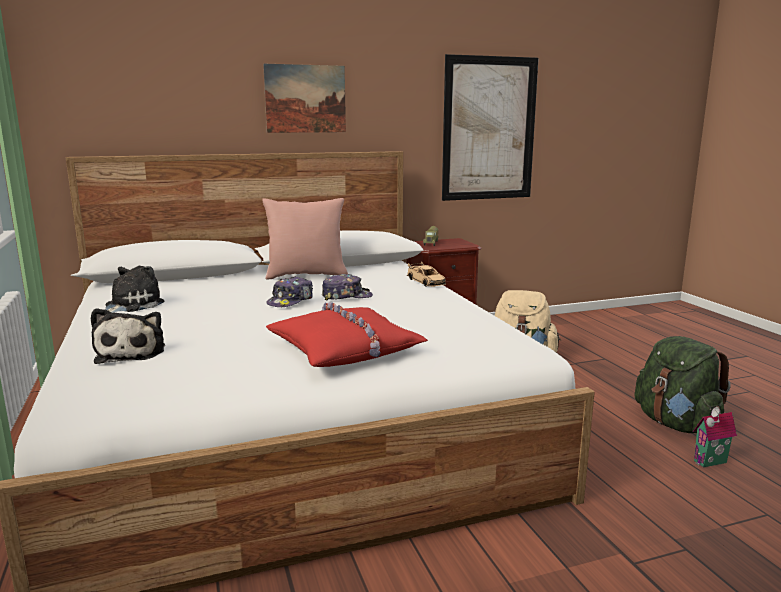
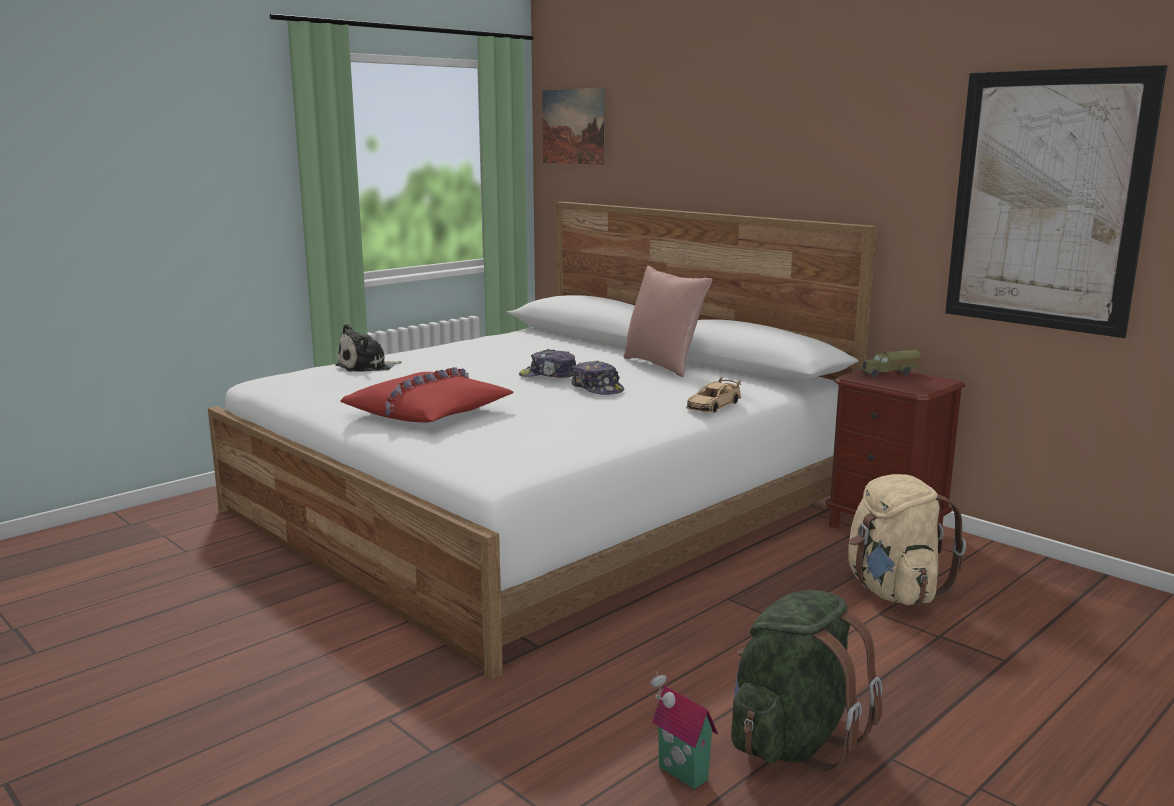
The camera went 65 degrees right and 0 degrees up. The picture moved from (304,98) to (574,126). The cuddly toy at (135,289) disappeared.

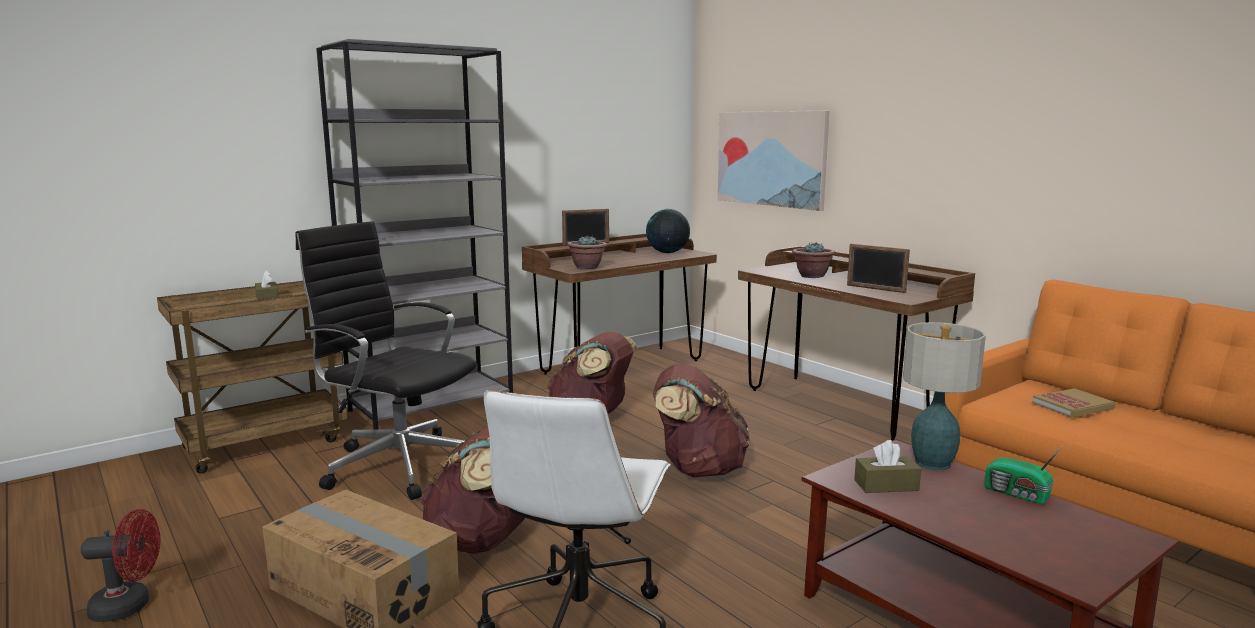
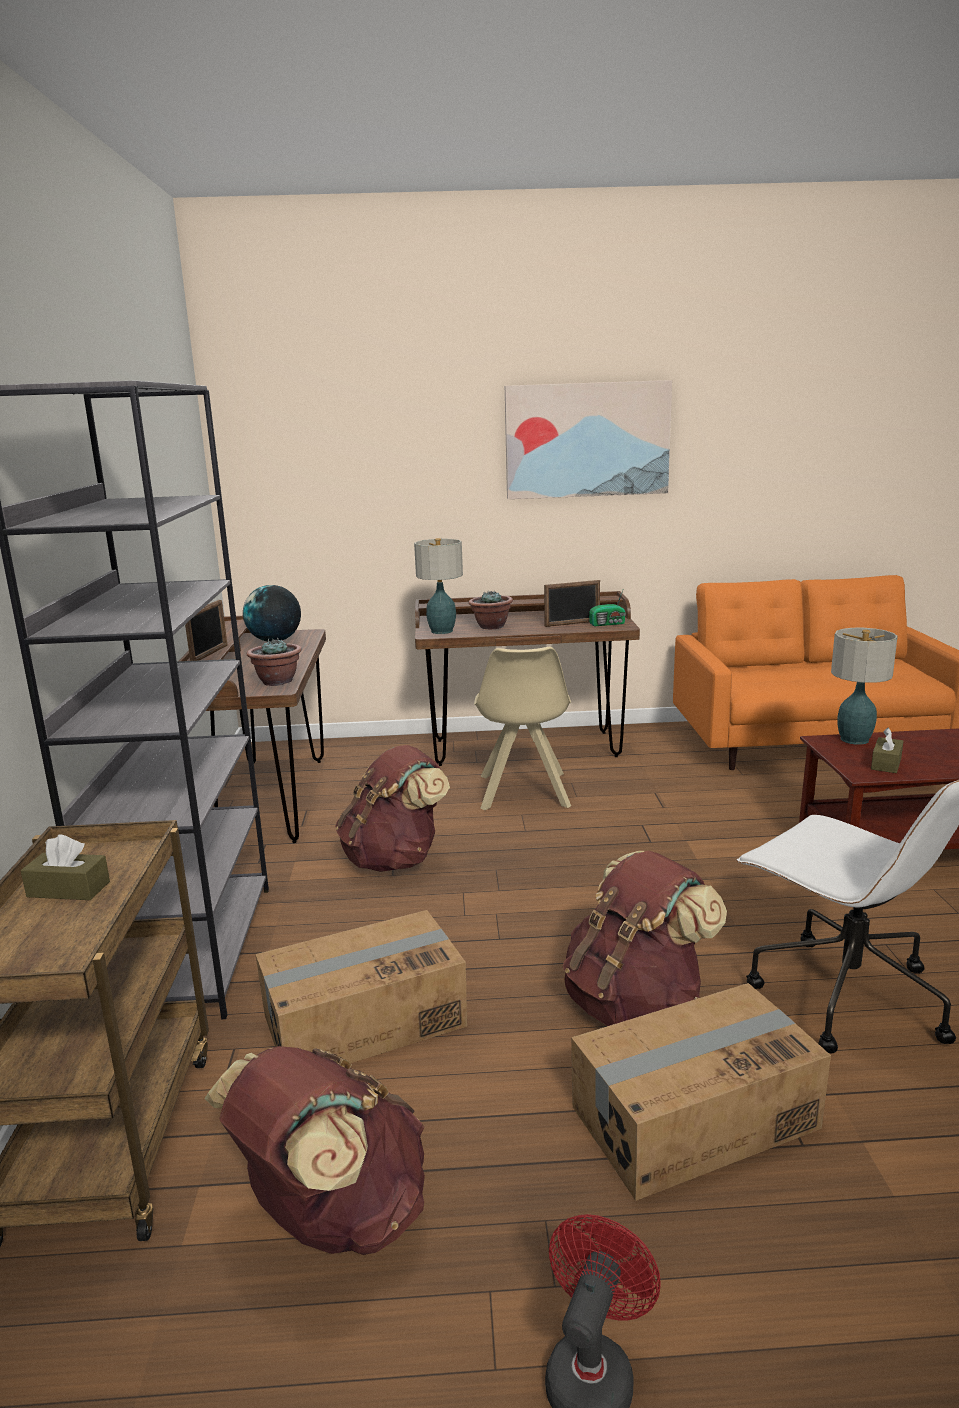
The camera went 55 degrees left and 5 degrees up. The picture moved from (773,161) to (588,439). The black desk chair at (386,360) was replaced by the packing box at (361,986). The brown backpack moved from (701,420) to (314,1150). The book at (1074,403) disappeared. The radio set moved from (1024,475) to (607,607). The lamp for a table at (438,586) appeared. The beige-coloured upright chair at (522,729) appeared.

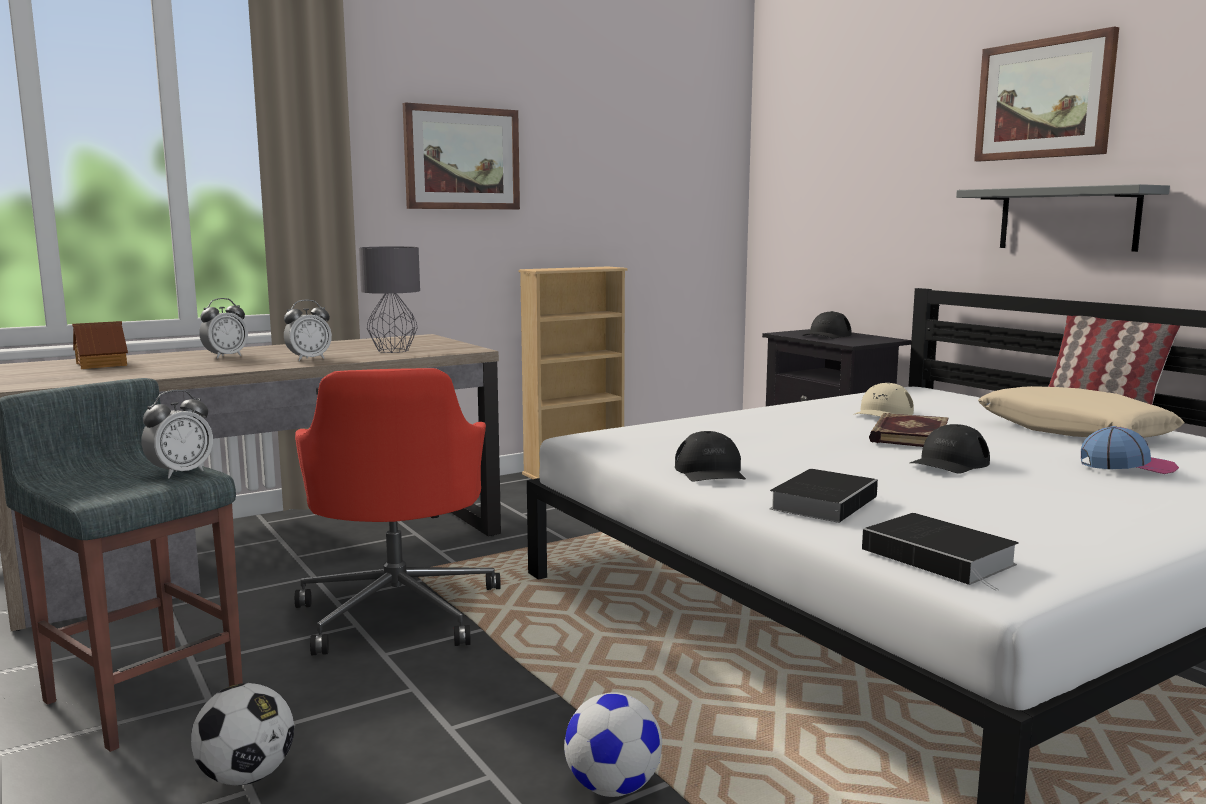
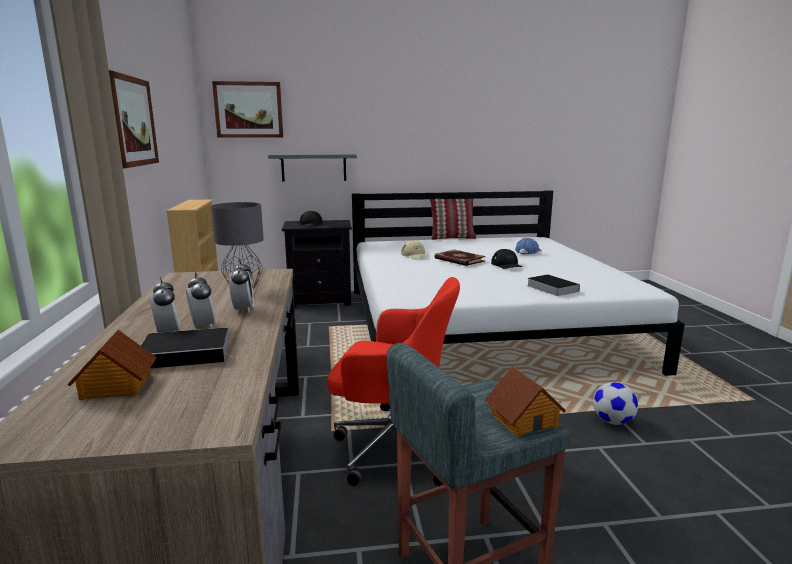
The camera went 65 degrees left and 5 degrees up. The picture moved from (1046,93) to (247,109). The grey bracket shelf moved from (1063,218) to (312,167). The beige-coloured throw pillow at (1081,412) disappeared. The bedside clock moved from (177,434) to (200,300). The black baseball cap at (710,456) disappeared. The book moved from (940,552) to (191,348). The ball for football at (242,734) disappeared. The model house at (525,402) appeared.

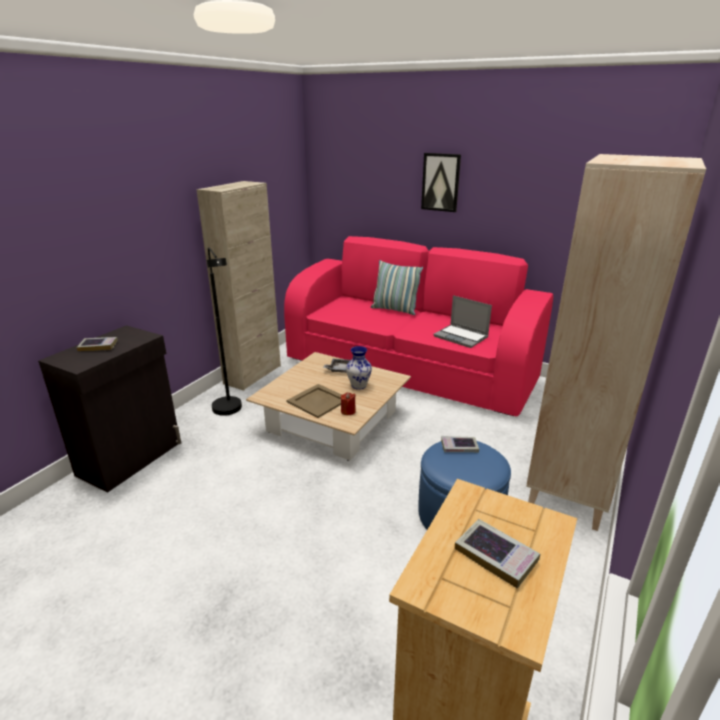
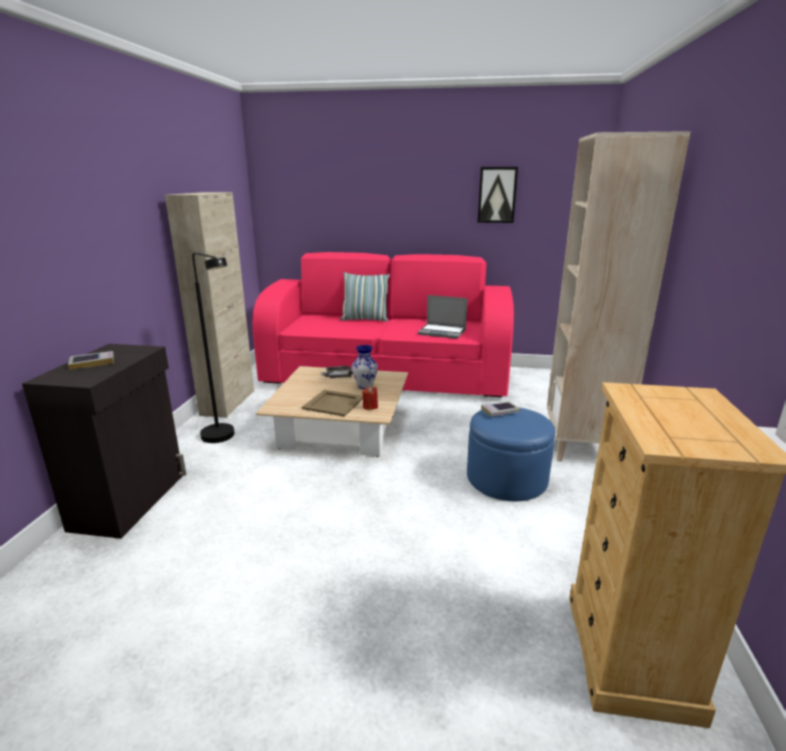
The camera went 20 degrees left and 5 degrees down. The picture moved from (441,182) to (498,195). The book at (497,553) disappeared.

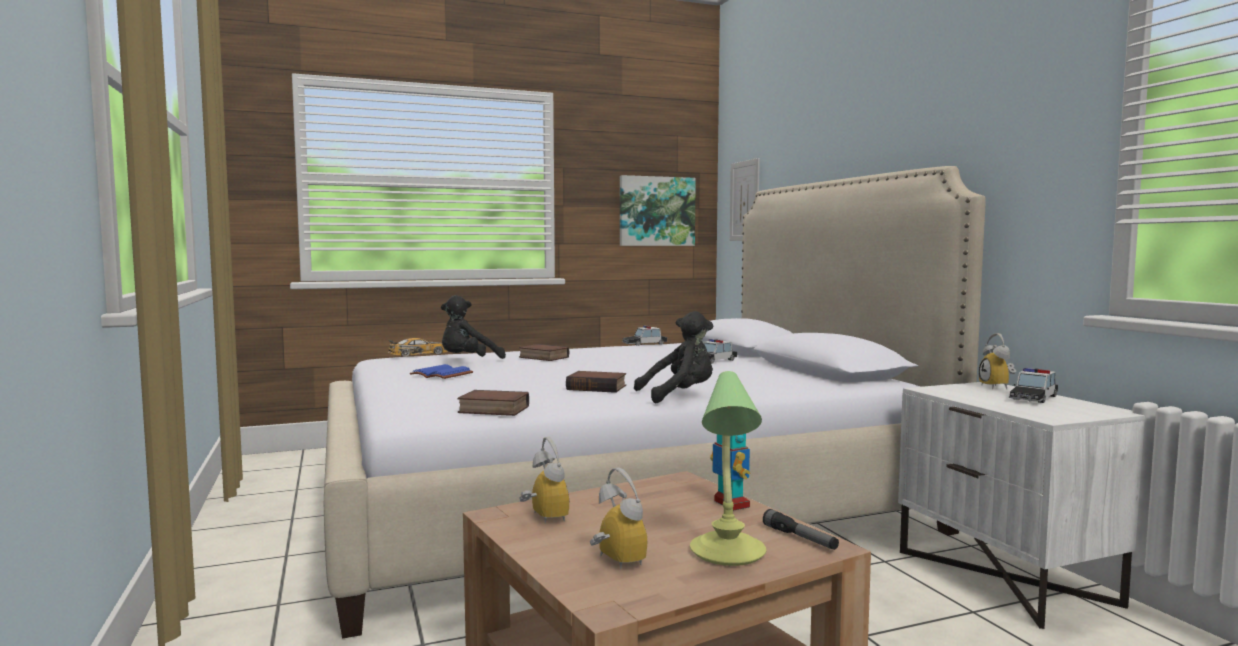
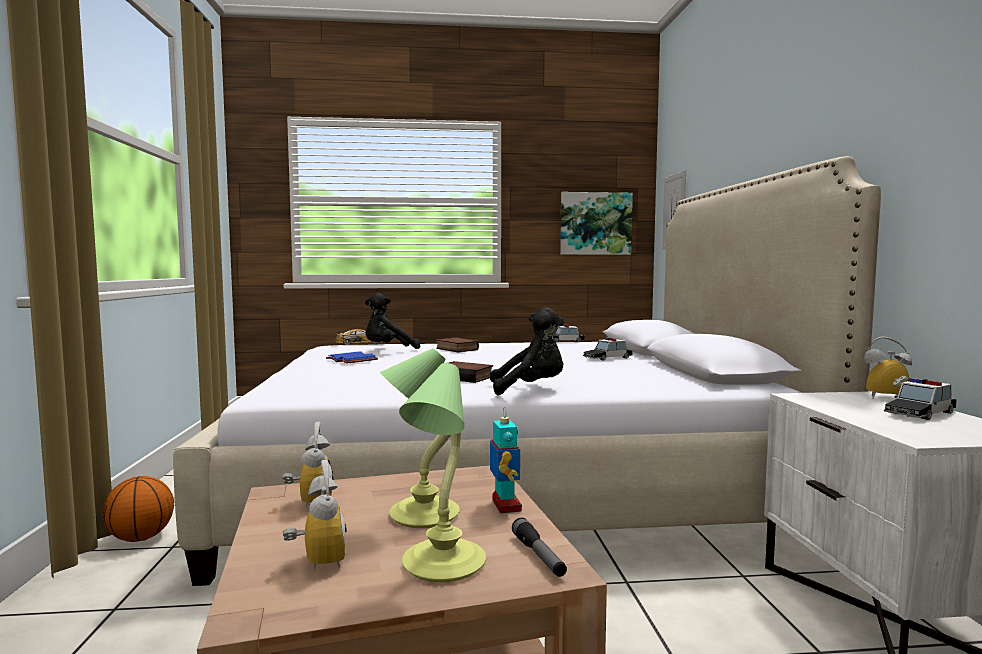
The camera went 15 degrees right and 0 degrees up. The bedside clock at (997,361) turned 90 degrees clockwise. The book at (493,403) disappeared. The lamp for a table at (420,438) appeared. The basketball at (138,509) appeared.

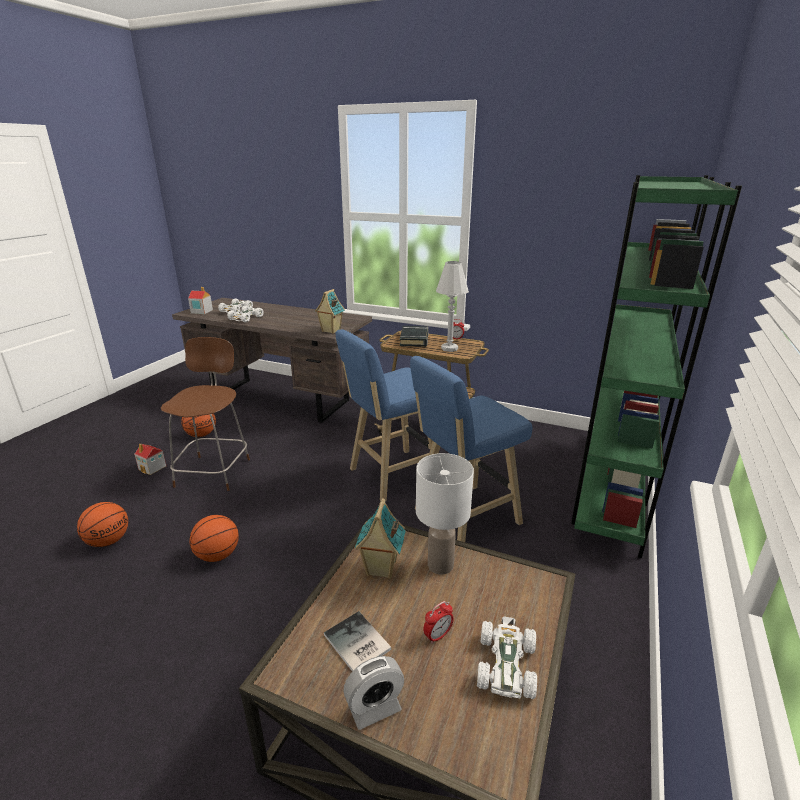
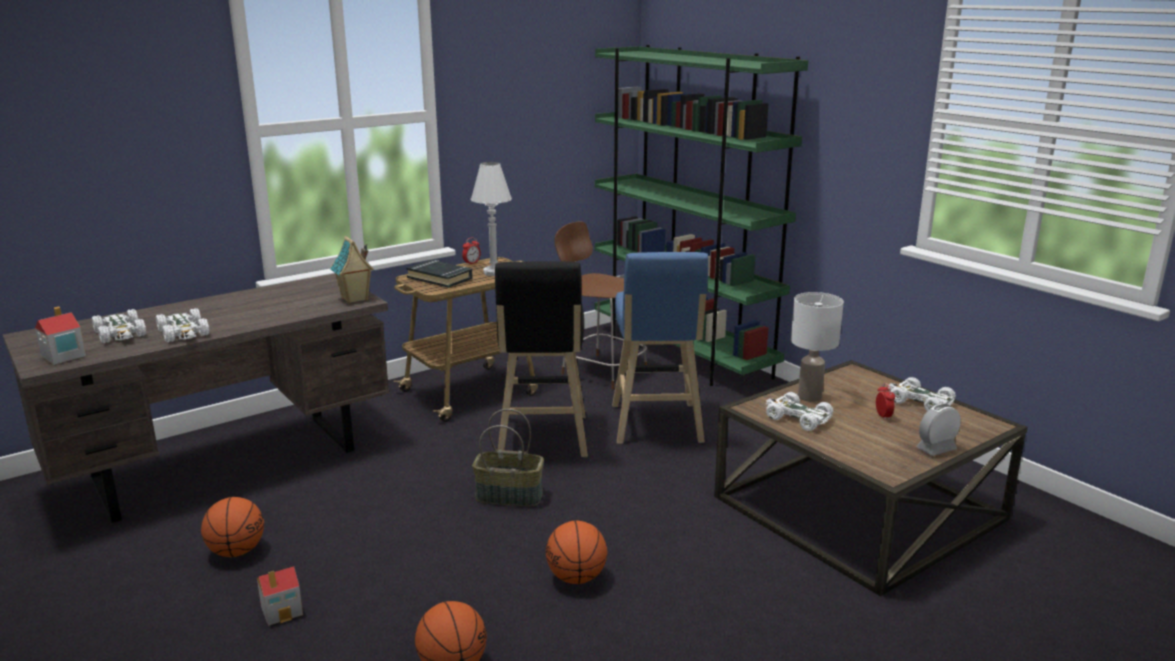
The camera went 60 degrees left and 5 degrees down. The blue-coloured stool at (384,415) became the black stool at (541,359). The brown upright chair moved from (205,414) to (600,305). The model house at (380,538) was replaced by the white-coloured toy car at (799,411). The book at (358,641) disappeared. The bedside clock at (373,693) turned 120 degrees counterclockwise. The storage basket at (508,457) appeared.

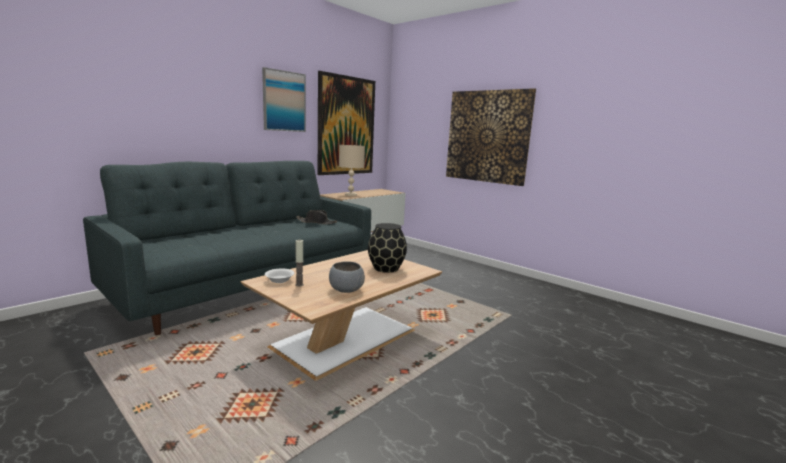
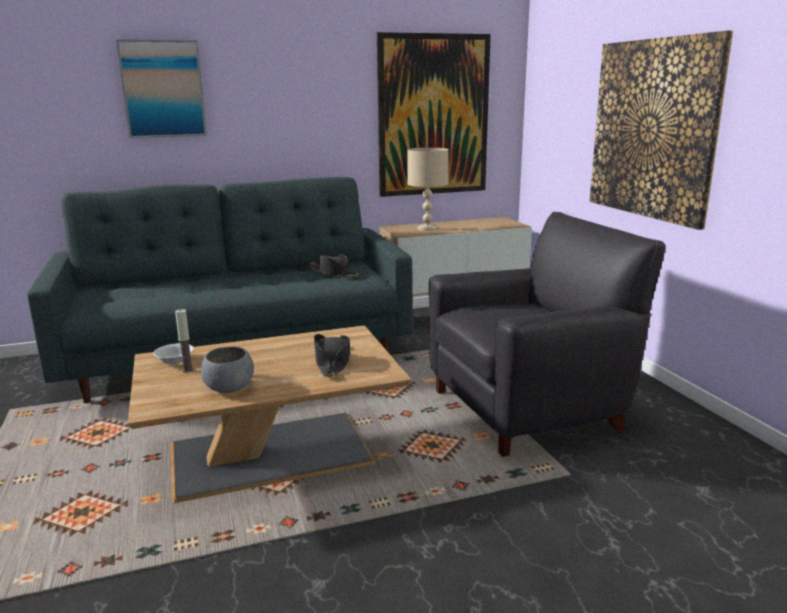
The camera went 30 degrees right and 5 degrees up. The picture moved from (284,99) to (161,88). The black vase at (387,248) was replaced by the black hat at (332,355). The black lounge chair at (547,334) appeared.

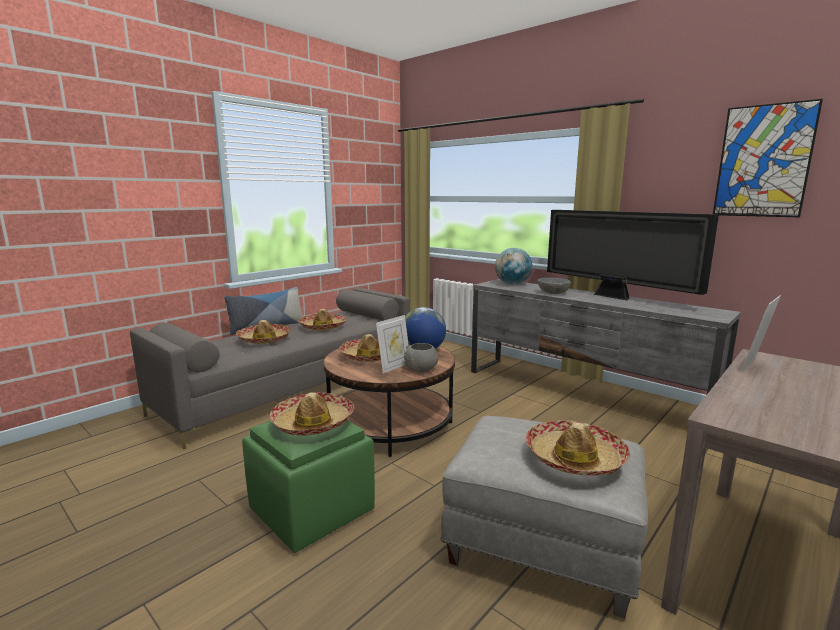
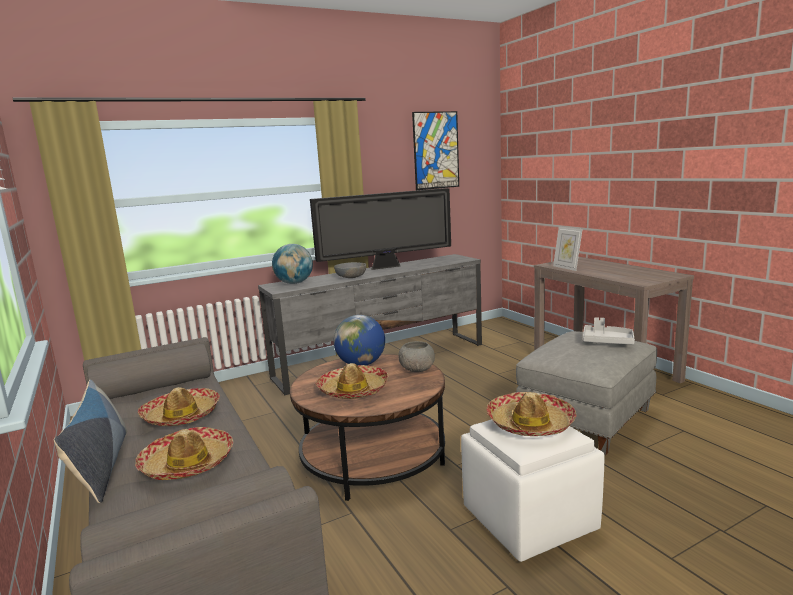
The camera went 70 degrees left and 0 degrees up. The picture frame at (392,344) disappeared. The green pouffe at (308,486) became the white-coloured pouffe at (533,490). The hat at (578,448) was replaced by the grey carrying tray at (609,330).

